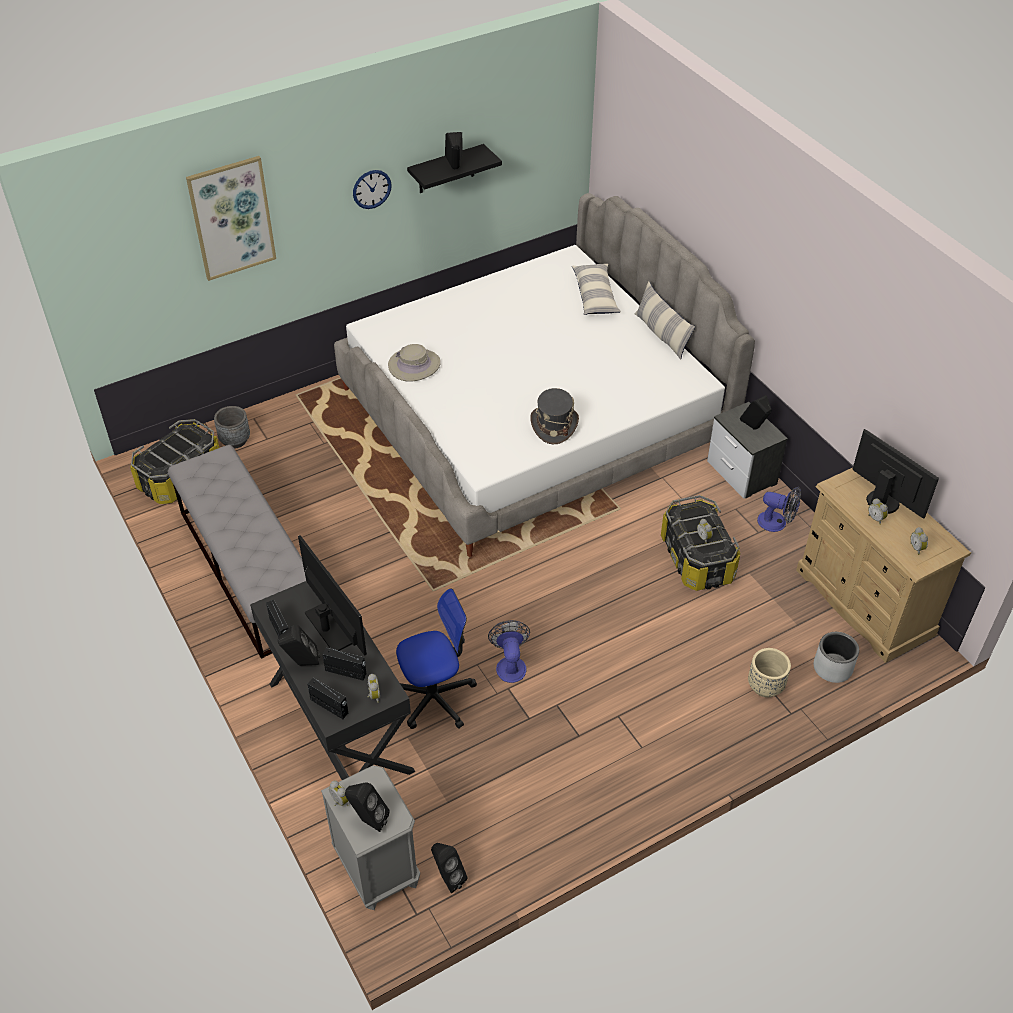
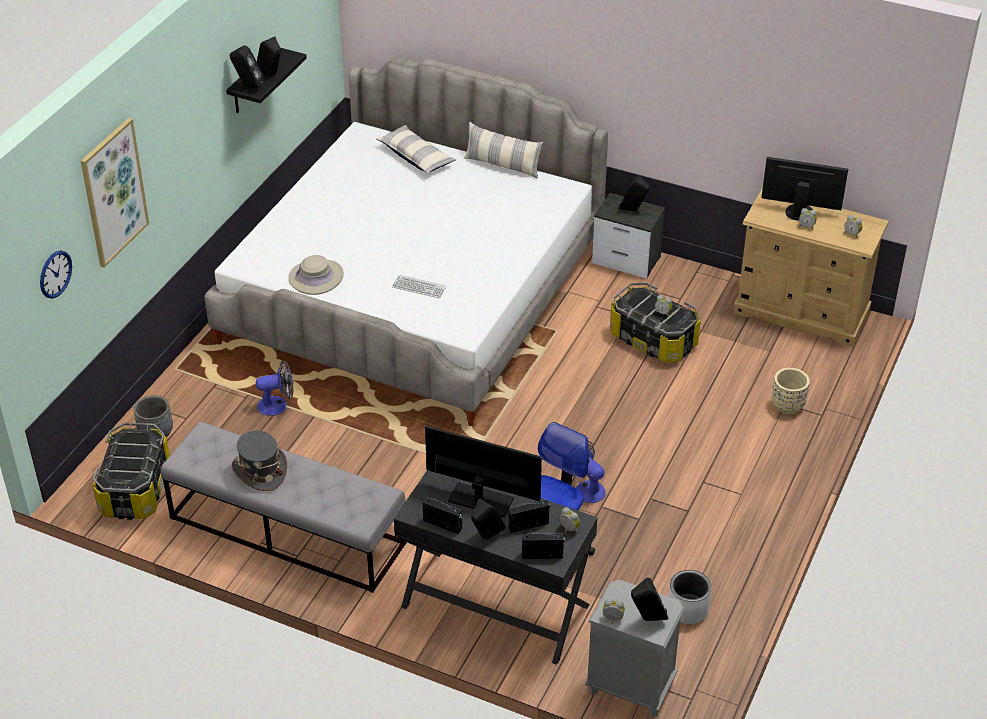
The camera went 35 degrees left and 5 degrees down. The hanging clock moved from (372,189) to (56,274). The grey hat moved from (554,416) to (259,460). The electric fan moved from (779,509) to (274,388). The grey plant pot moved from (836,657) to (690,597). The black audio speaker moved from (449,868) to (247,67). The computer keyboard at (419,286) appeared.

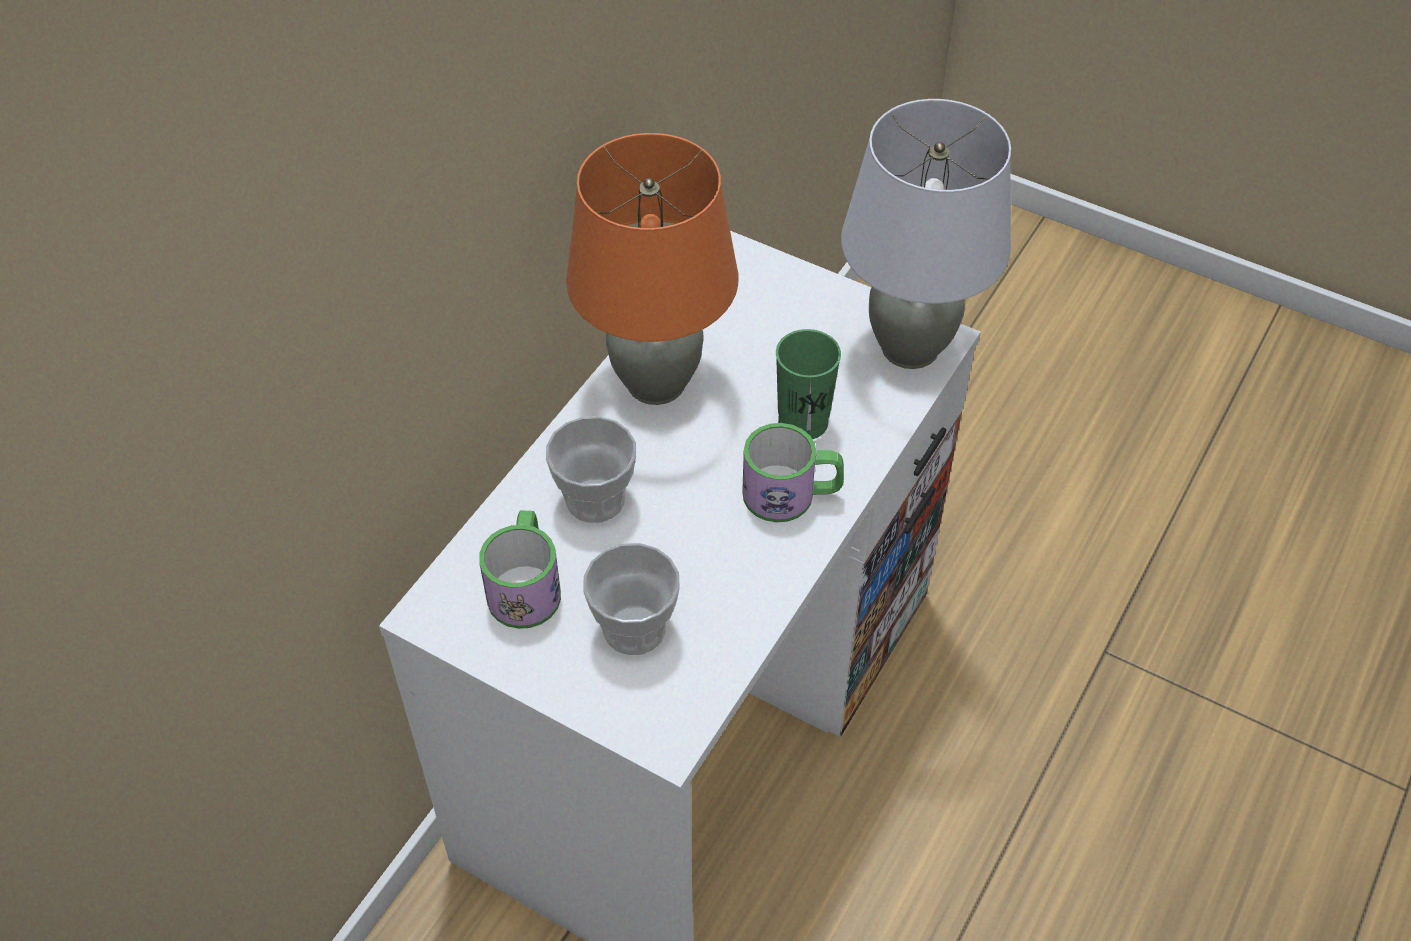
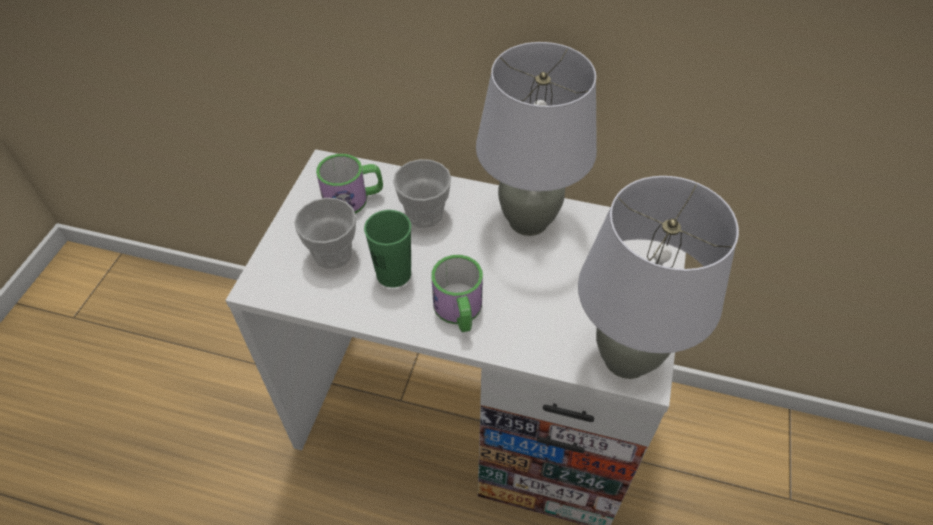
The camera went 75 degrees right and 0 degrees up. The orangey lamp for a table at (652,269) became the grey lamp for a table at (536,139). The green cup moved from (808,384) to (387,249).

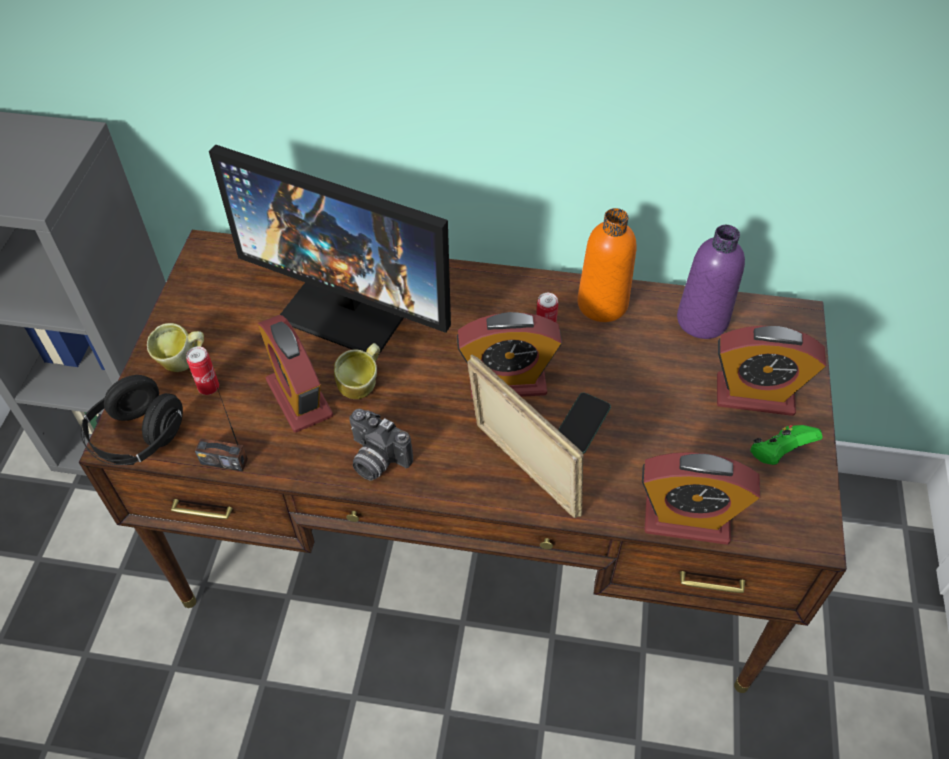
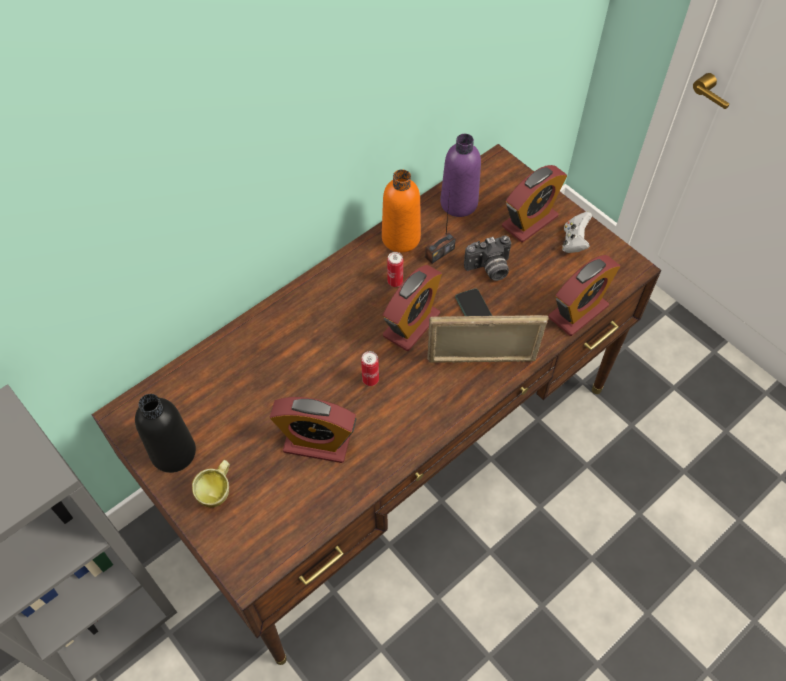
The camera went 50 degrees left and 5 degrees up. The monitor at (330,249) disappeared. The coffee mug at (357,371) disappeared. The metal can moved from (202,370) to (370,368). The black headphones at (132,420) disappeared. The radio set moved from (221,430) to (440,227). The still camera moved from (381,445) to (487,258). The green game controller at (786,445) became the white-coloured game controller at (577,232). The black bottle at (165,433) appeared.

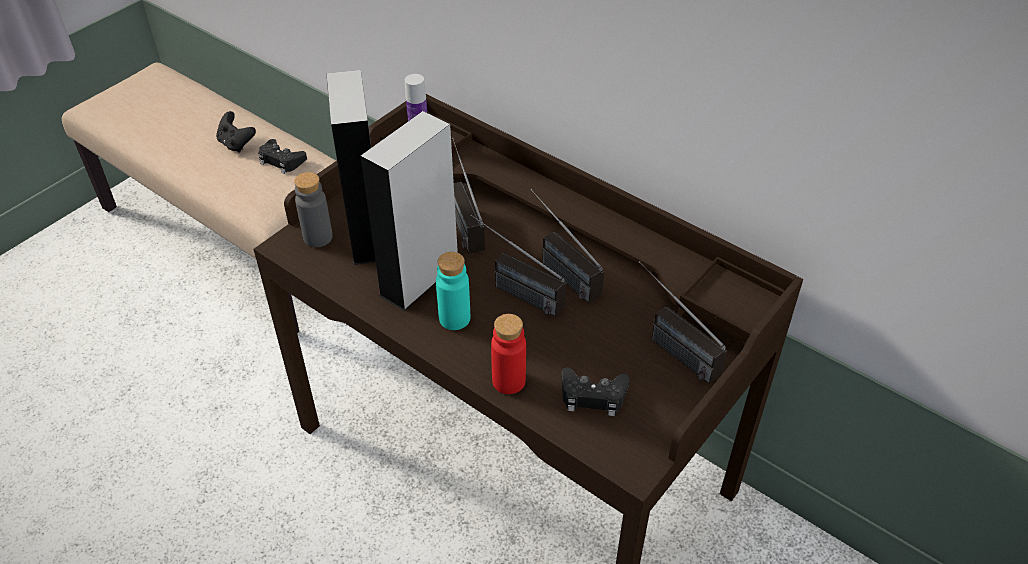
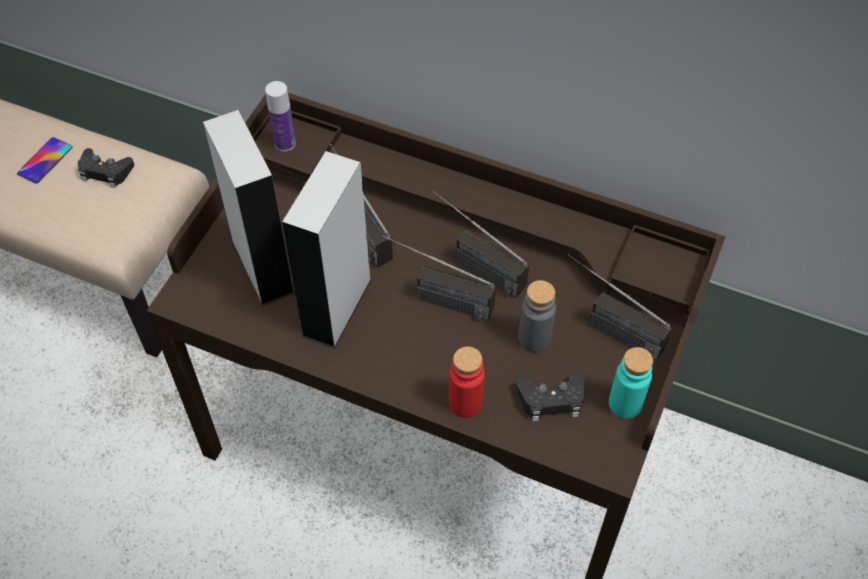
The camera went 15 degrees left and 10 degrees up. The black game controller at (236,132) was replaced by the phone at (44,160). The grey bottle moved from (313,209) to (537,316). The turquoise bottle moved from (453,291) to (631,383).

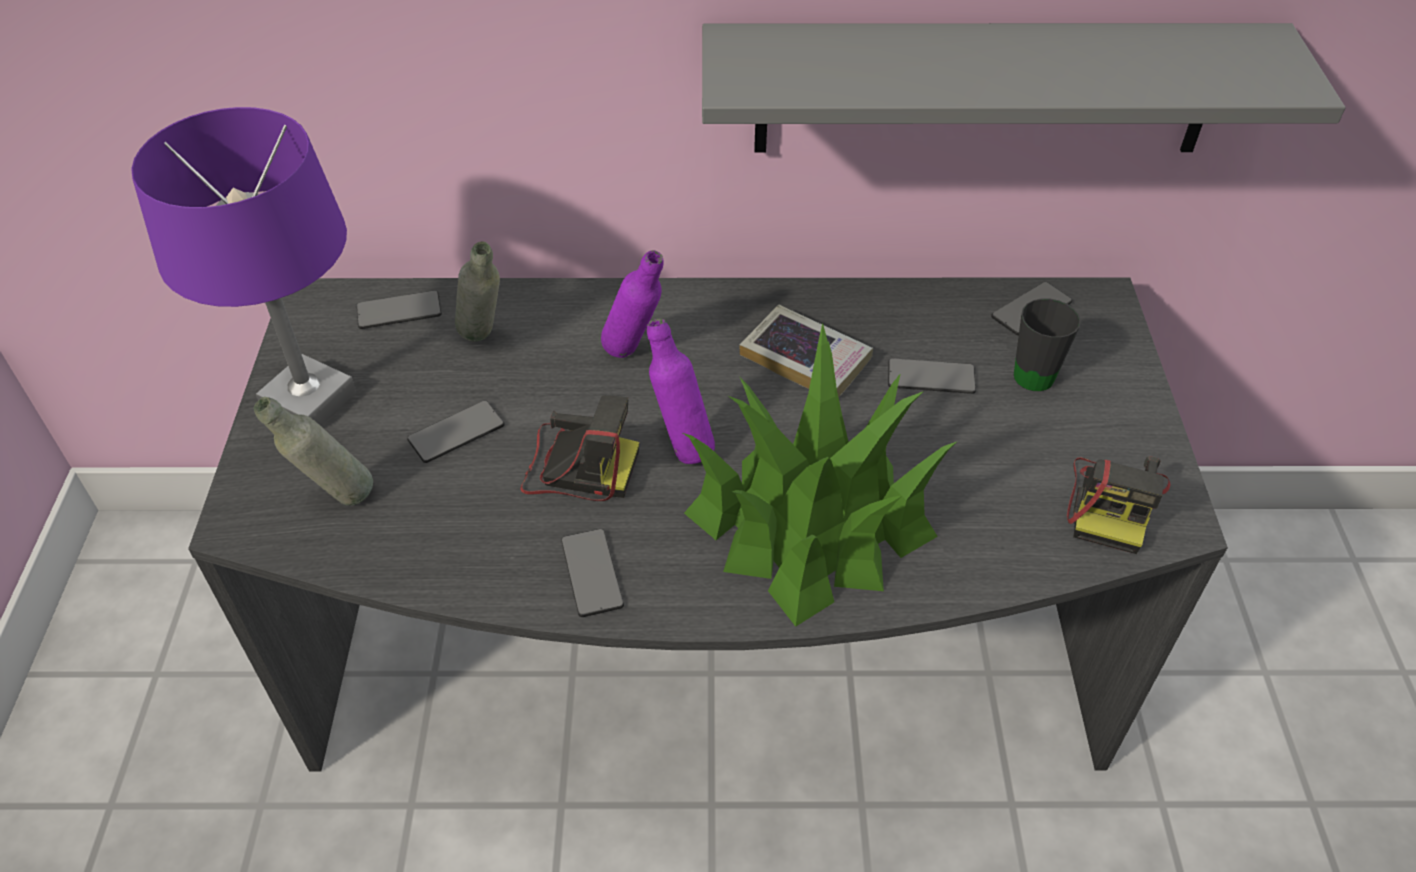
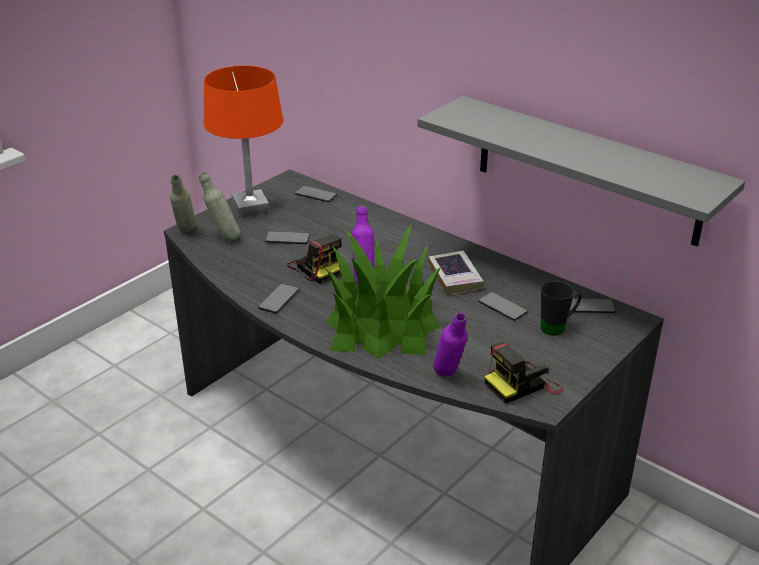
The camera went 40 degrees right and 15 degrees down. The purple-coloured lamp for a table at (243,266) became the orangey lamp for a table at (243,141). The grey bottle moved from (477,291) to (182,203). The purple-coloured bottle moved from (632,304) to (450,345).

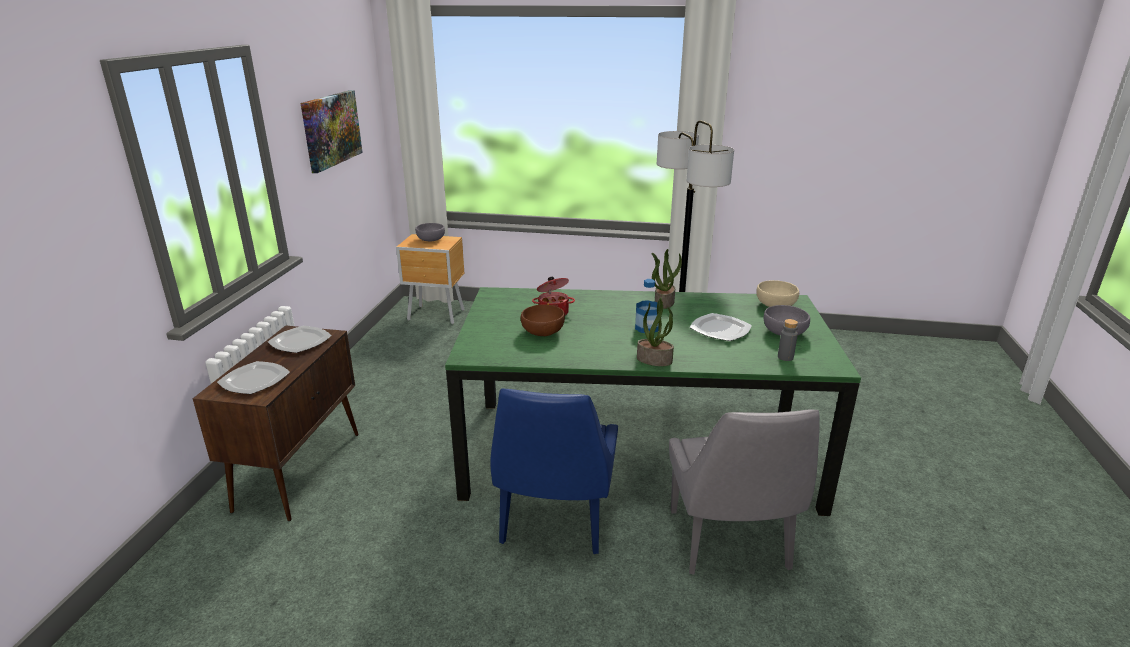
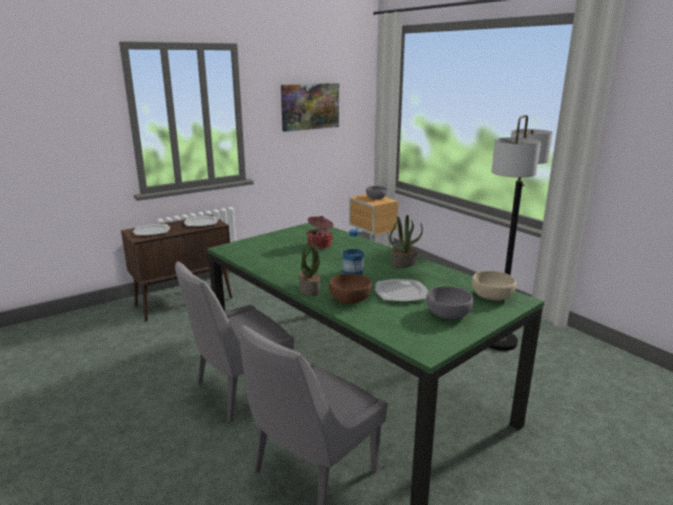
The camera went 45 degrees right and 5 degrees down. The brown deep dish moved from (543,320) to (350,289). The grey bottle at (788,340) disappeared. The blue-coloured upright chair at (554,471) became the grey upright chair at (234,341).

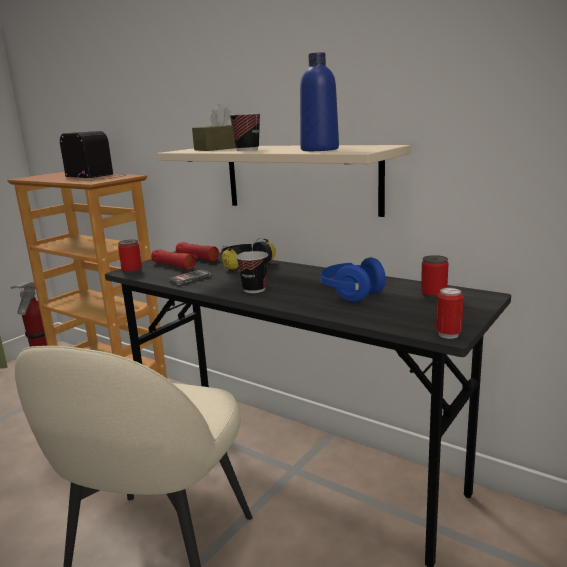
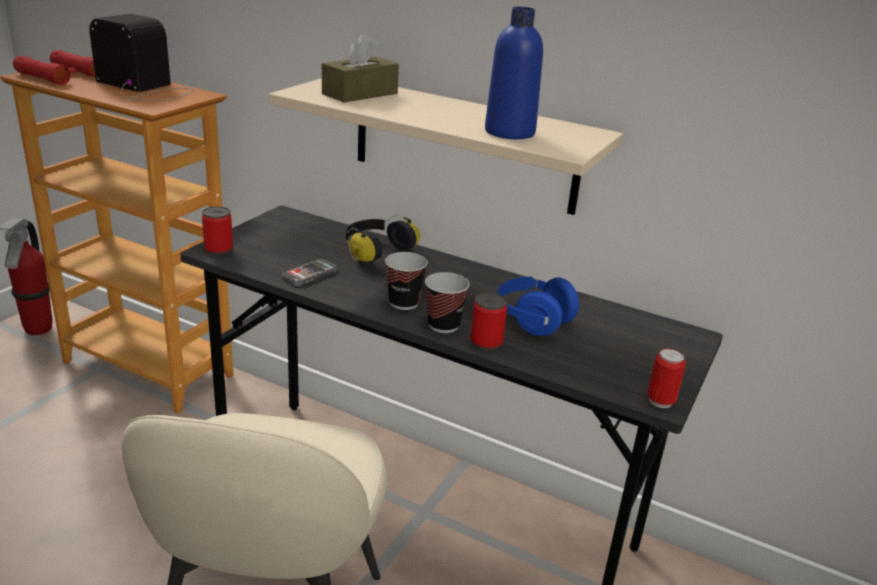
The camera went 10 degrees left and 10 degrees up. The cup moved from (245,132) to (447,302). The reddish field glasses moved from (185,256) to (54,67). The metal can moved from (435,276) to (488,321).

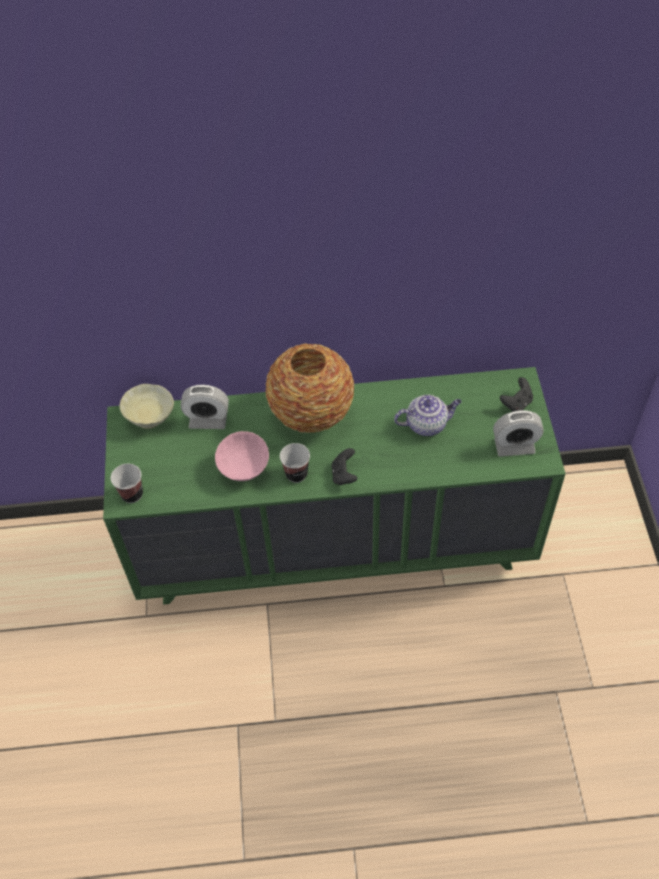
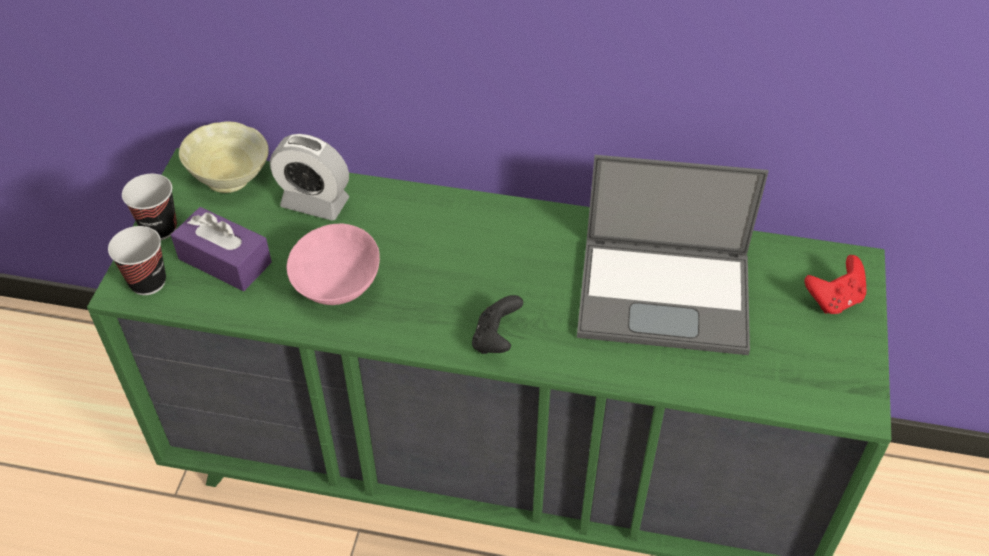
The camera went 15 degrees right and 5 degrees down. The vase at (310,388) disappeared. The black game controller at (516,394) became the reddish game controller at (835,284). The teapot at (428,415) was replaced by the laptop at (672,255). The bedside clock at (518,433) disappeared. The cup moved from (295,463) to (149,207). The purple-coloured tissue box at (221,249) appeared.

